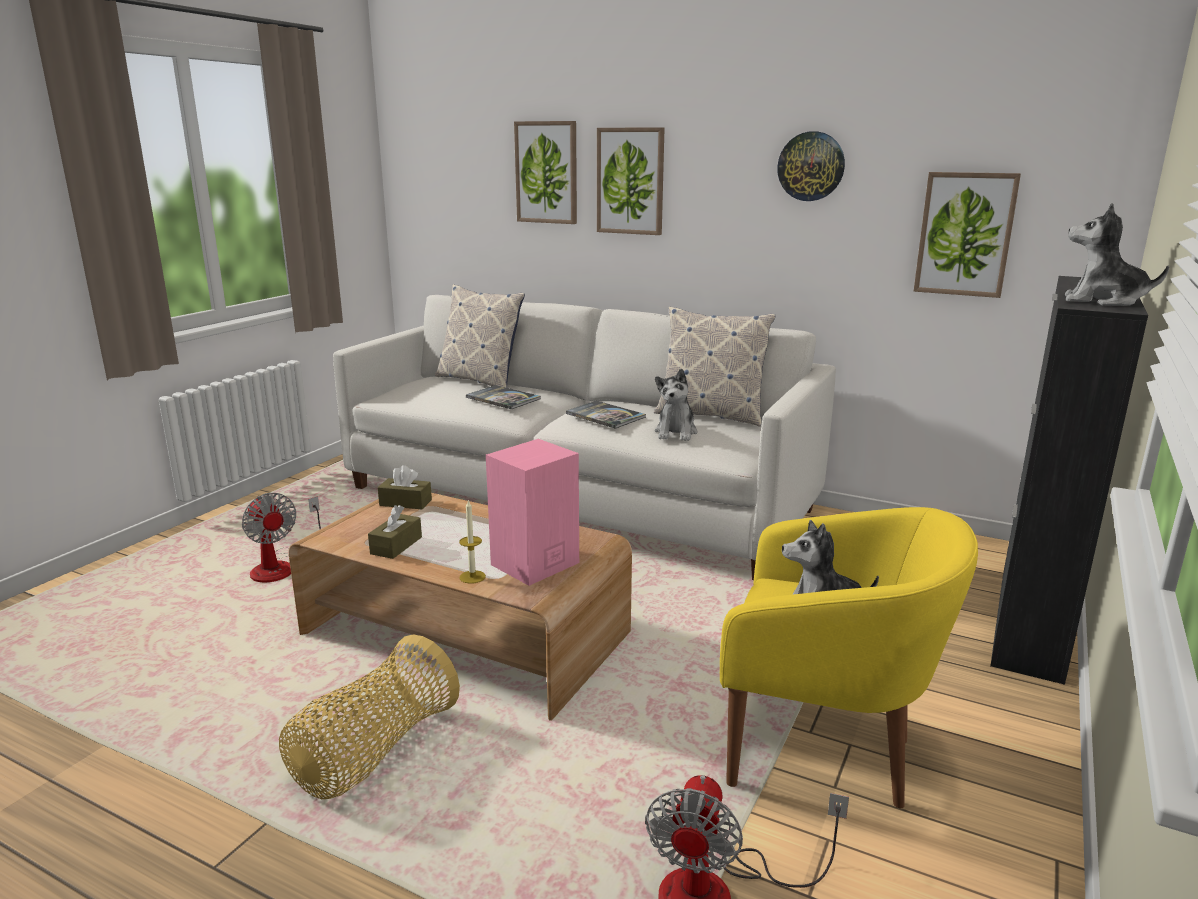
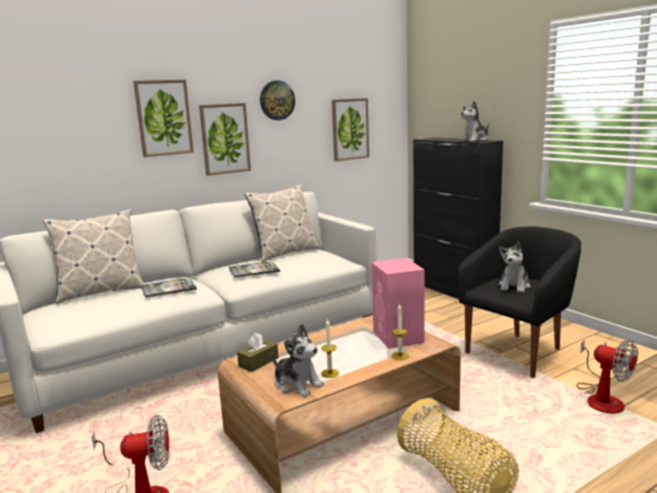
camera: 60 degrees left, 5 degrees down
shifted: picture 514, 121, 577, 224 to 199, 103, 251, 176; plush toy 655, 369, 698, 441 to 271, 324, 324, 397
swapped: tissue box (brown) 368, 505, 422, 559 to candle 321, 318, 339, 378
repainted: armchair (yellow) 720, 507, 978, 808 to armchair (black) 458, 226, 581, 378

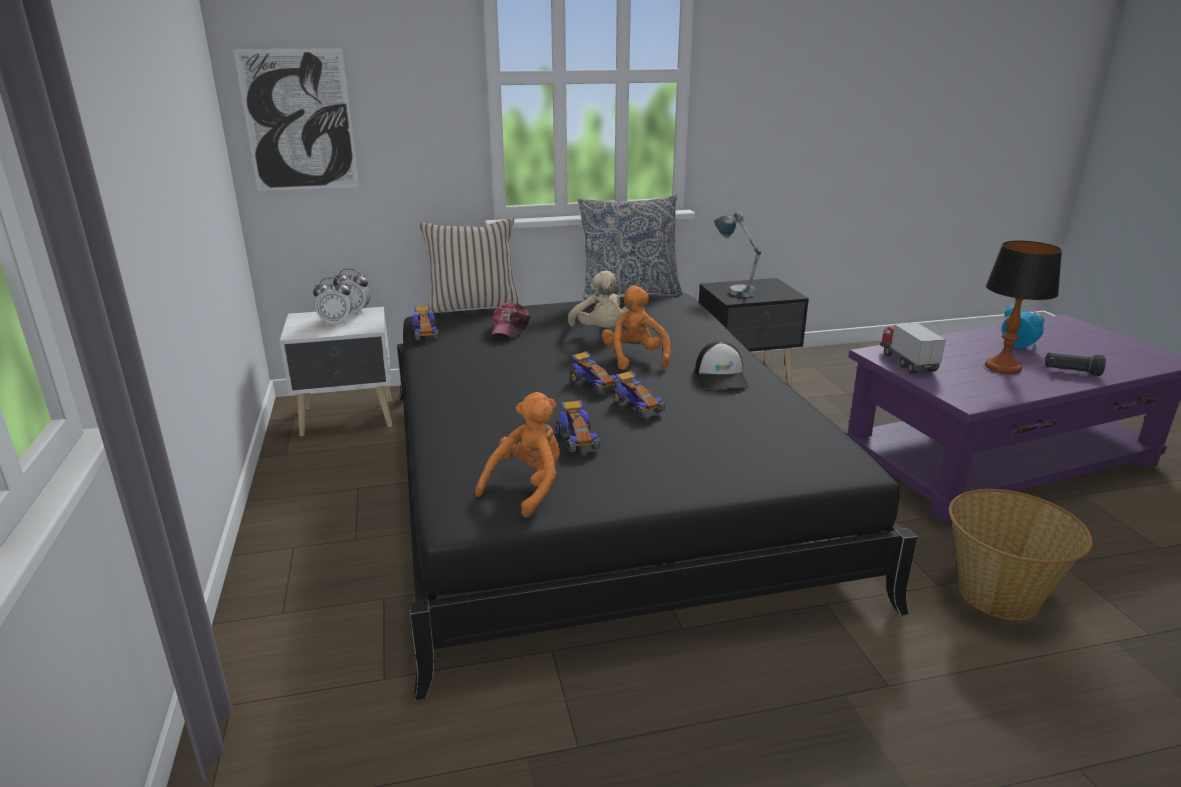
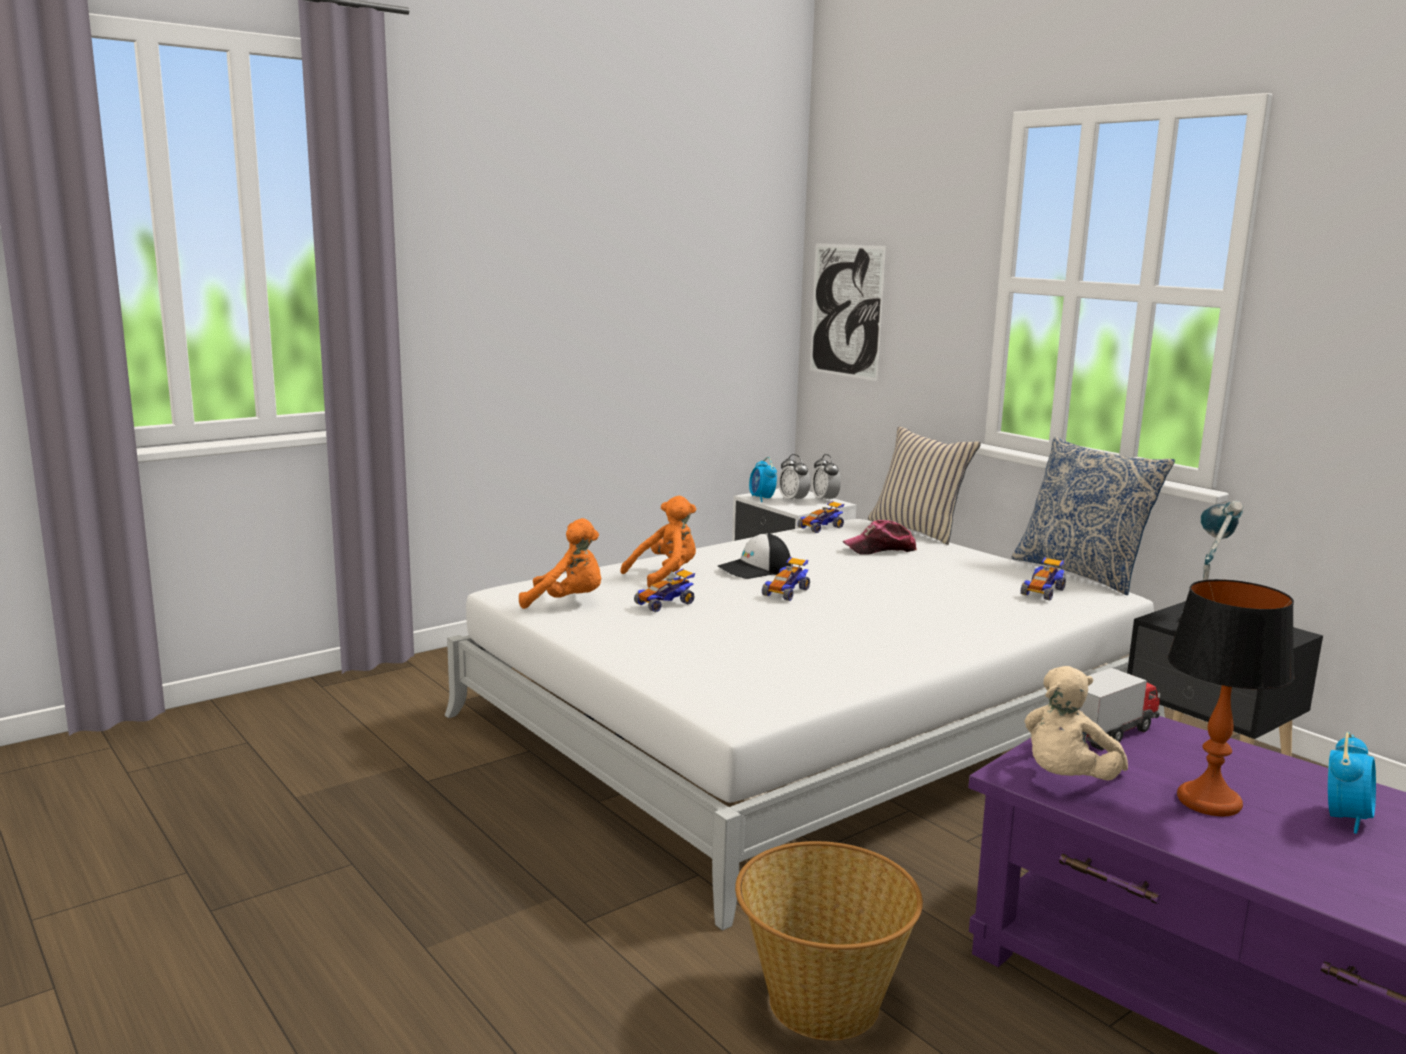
camera: 65 degrees right, 10 degrees down
gone: flashlight (black) 1045, 352, 1106, 376
new: alarm clock 749, 457, 777, 502
shifted: plush toy (beige) 568, 271, 629, 328 to 1024, 666, 1128, 781; plush toy (orange) 602, 286, 671, 370 to 620, 496, 696, 587; cap 695, 342, 748, 389 to 718, 533, 791, 579; toy car 613, 370, 665, 417 to 1021, 557, 1066, 600
repainted: bed (black) 397, 293, 918, 701 to bed (white) 445, 519, 1165, 930

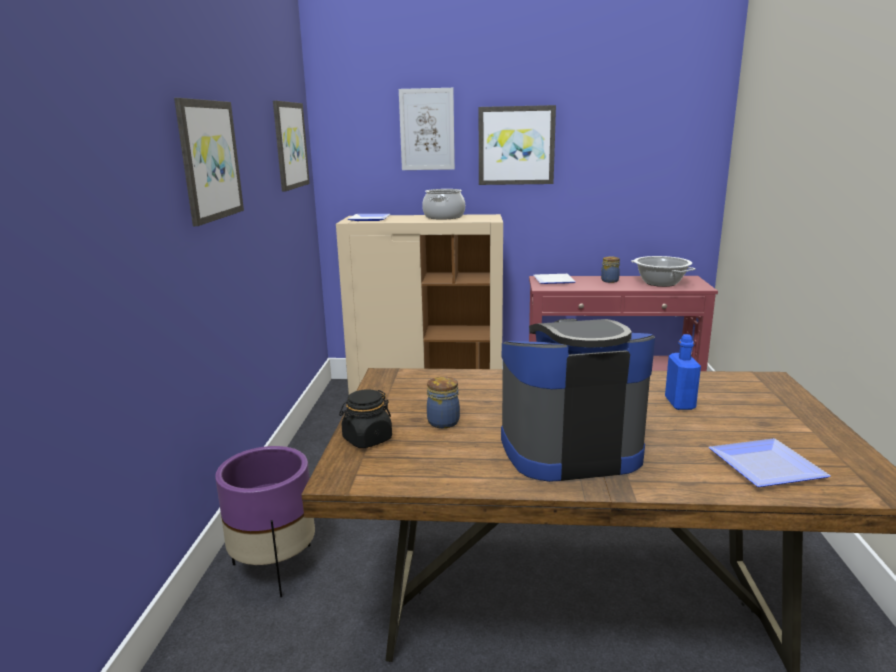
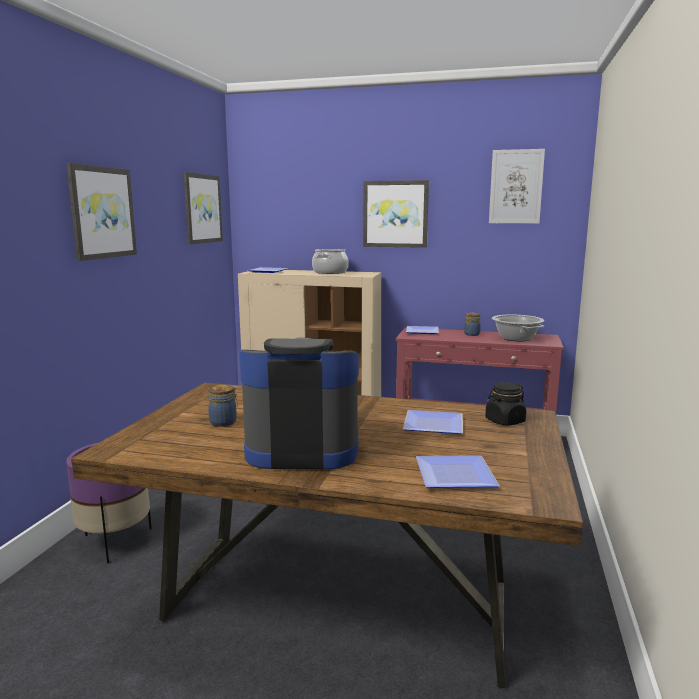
camera: 10 degrees right, 5 degrees down
shifted: picture 399, 88, 455, 170 to 489, 149, 545, 224; jar (black) 339, 389, 392, 448 to 485, 382, 526, 426
swapped: bottle (blue) 665, 334, 701, 410 to plate 403, 410, 463, 434

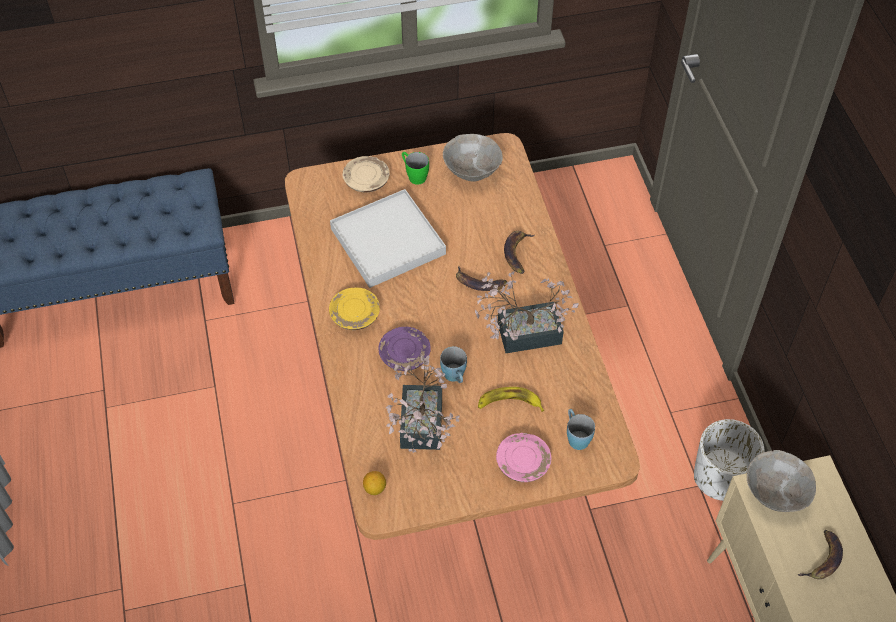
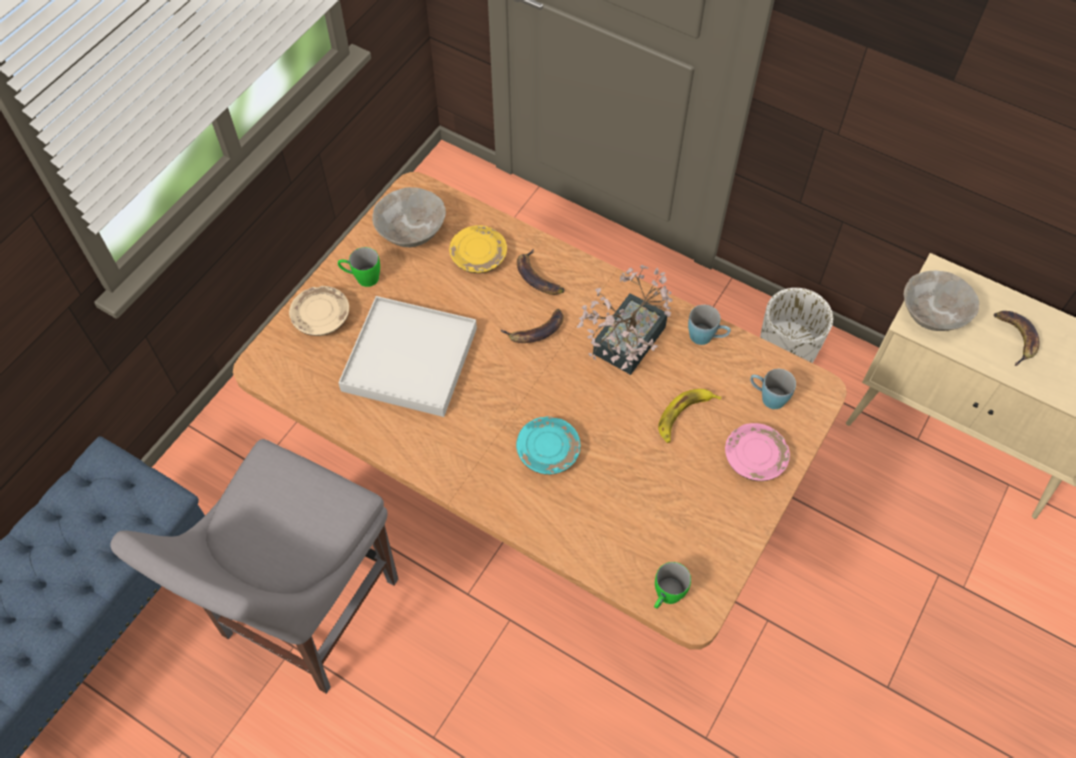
camera: 45 degrees left, 5 degrees up
gone: potted plant 386, 355, 460, 453
new: chair (grey) 110, 439, 398, 694
shifted: plate (yellow) 329, 287, 380, 330 to 449, 225, 507, 274; mug (blue) 440, 347, 467, 383 to 688, 305, 731, 345
swapped: lemon 363, 471, 386, 495 to mug (green) 654, 562, 691, 609
repainted: plate (purple) 378, 327, 431, 371 to plate (turquoise) 516, 416, 581, 475

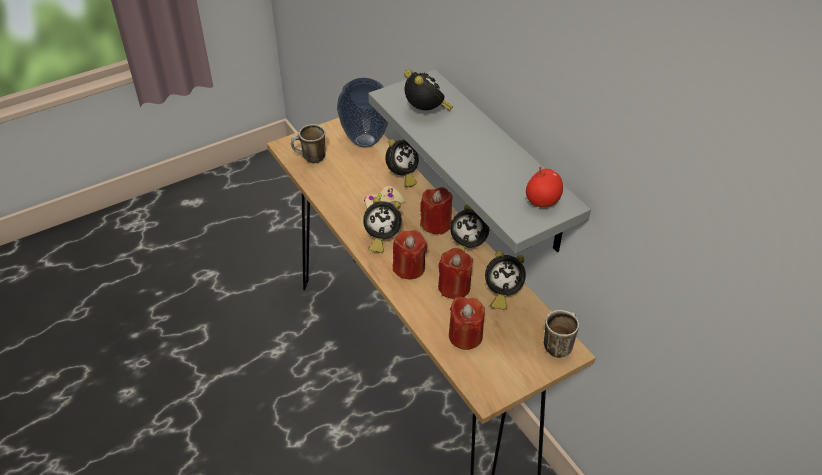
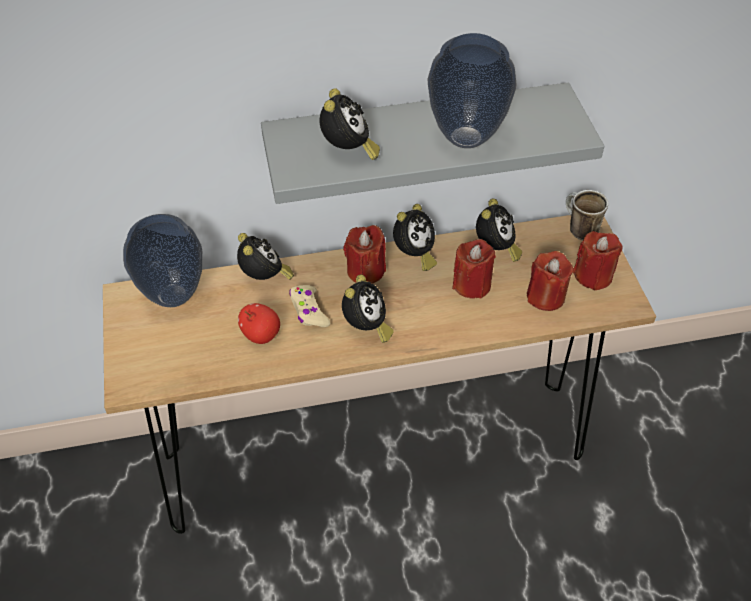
camera: 70 degrees left, 5 degrees up
gone: mug 291, 124, 326, 163
new: vase 428, 33, 517, 148
shifted: apple 526, 167, 563, 207 to 238, 303, 280, 344; candle (red) 393, 230, 428, 279 to 573, 231, 623, 291
rotated: alarm clock 404, 70, 453, 111 = 320, 88, 380, 160 105 degrees clockwise

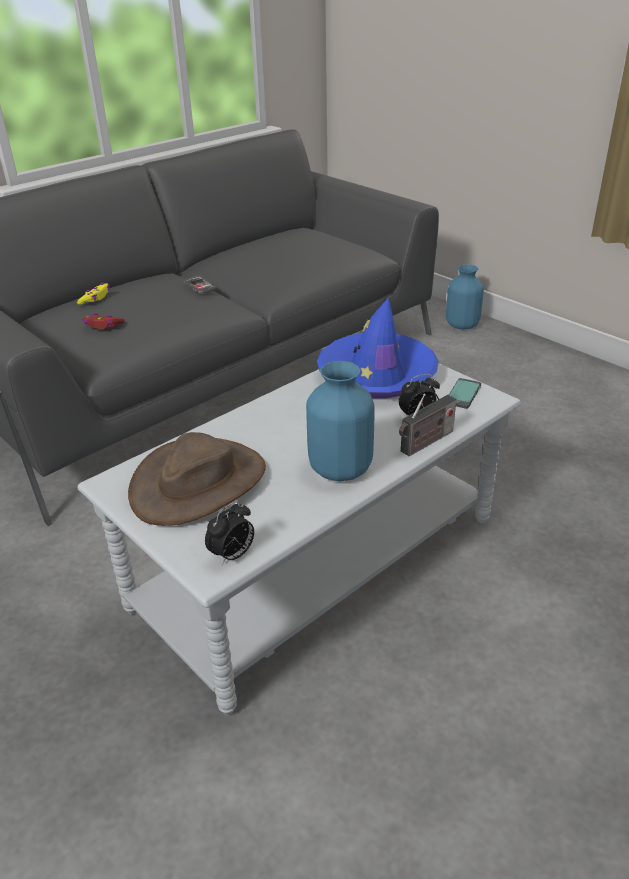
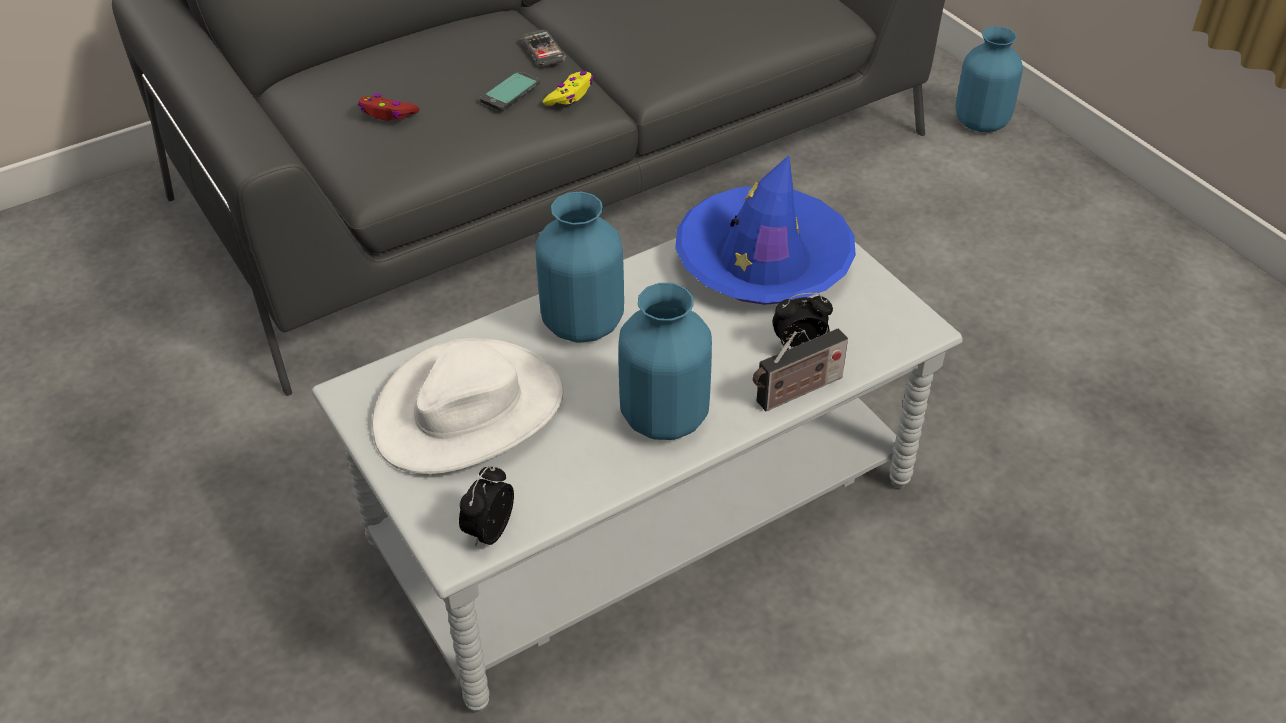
camera: 10 degrees right, 10 degrees up
new: vase (blue) 535, 192, 624, 343
shifted: game controller (yellow) 77, 282, 110, 305 to 543, 71, 593, 106; phone 449, 378, 481, 409 to 480, 71, 540, 111
repainted: hat (brown) 128, 432, 266, 526 to hat (white) 372, 338, 563, 474
rotated: alarm clock 205, 501, 254, 565 = 459, 466, 514, 547 150 degrees clockwise

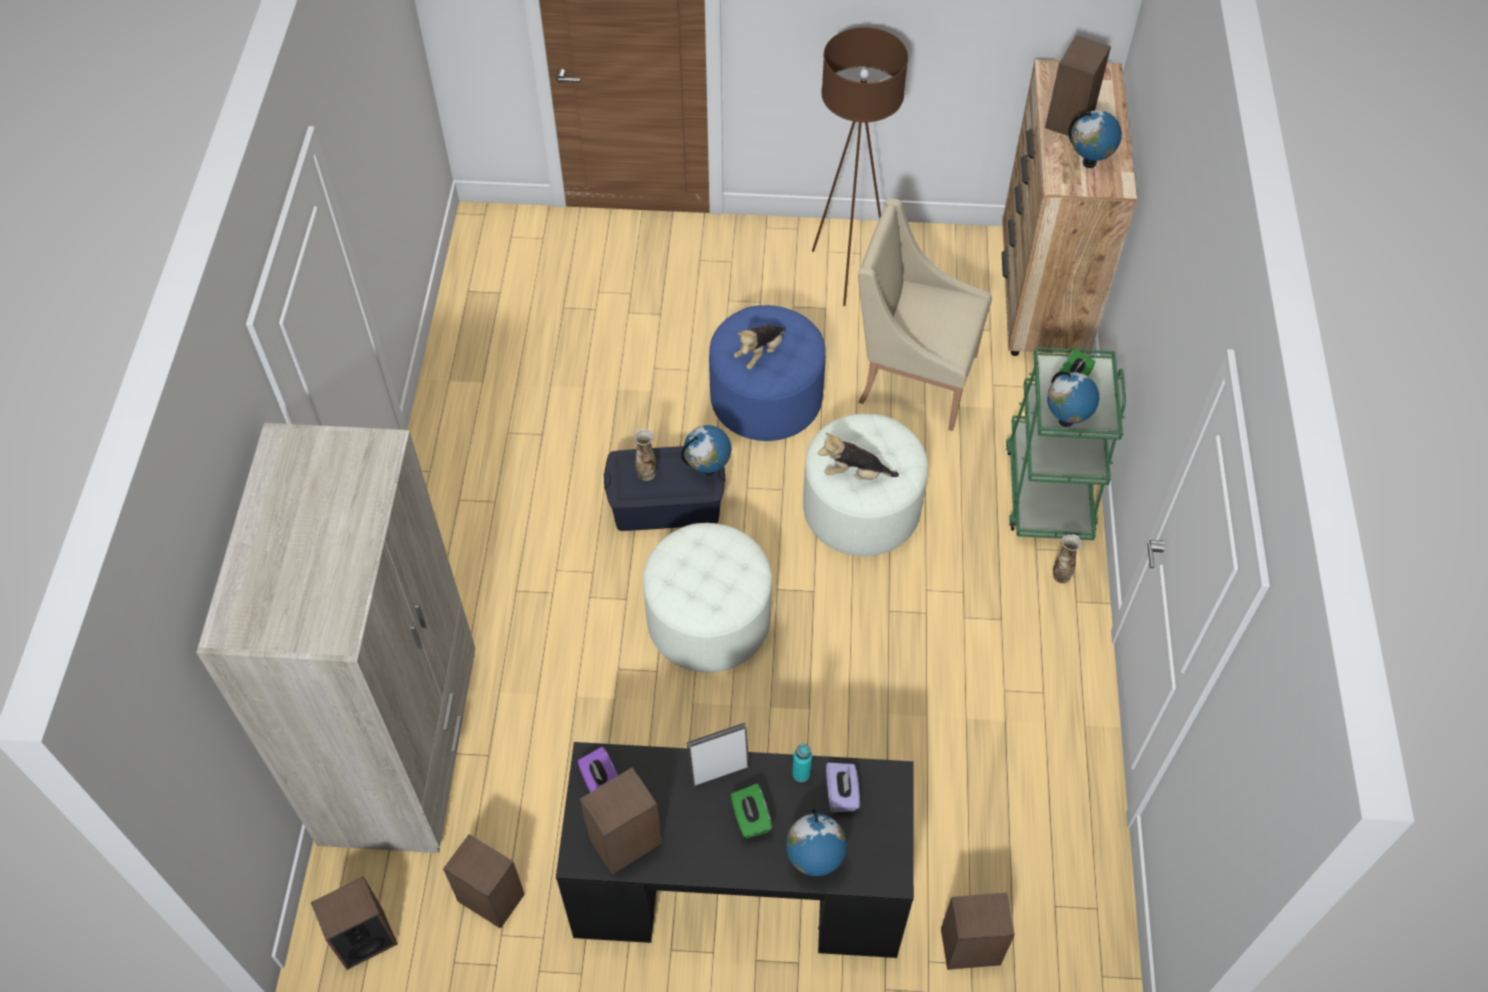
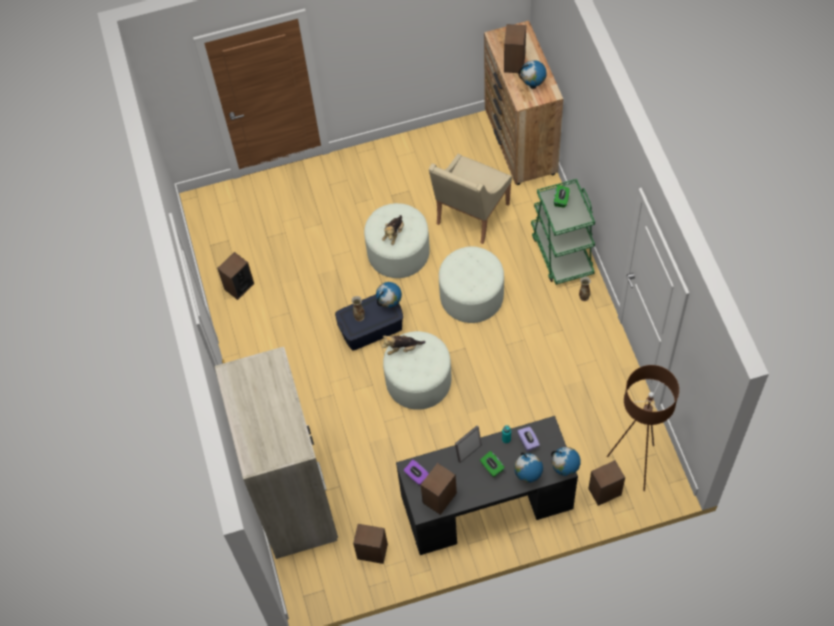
camera: 15 degrees left, 5 degrees up
shifted: floor lamp (brown) 812, 27, 908, 306 to 607, 365, 679, 491; globe 1047, 372, 1099, 427 to 551, 447, 581, 476; plush toy 818, 433, 899, 480 to 382, 335, 425, 355; speaker 311, 876, 397, 970 to 217, 252, 254, 300
repainted: ottoman (blue) 709, 305, 826, 441 to ottoman (white) 364, 203, 430, 278
rotated: armchair (beige) 858, 199, 992, 431 = 429, 154, 512, 244 60 degrees counterclockwise

